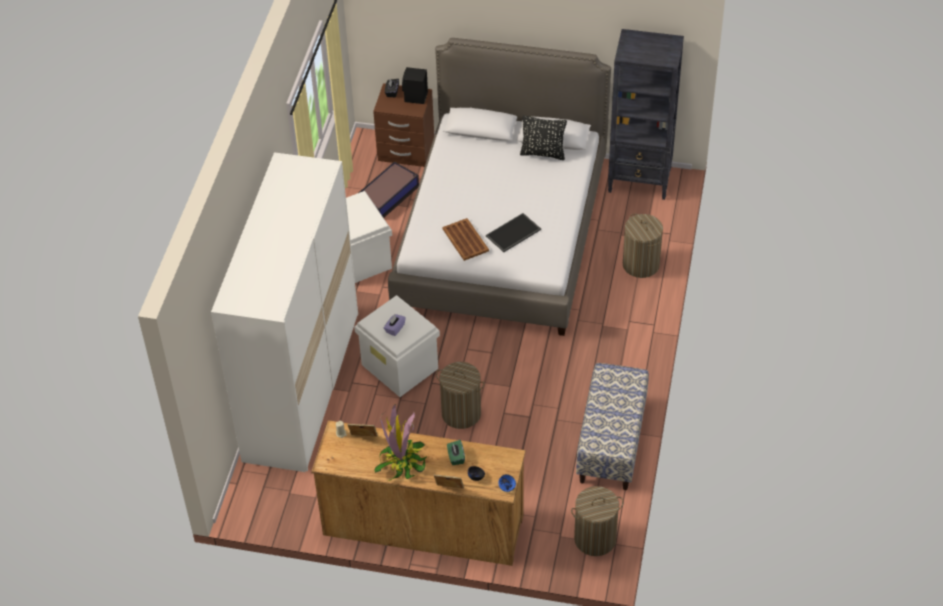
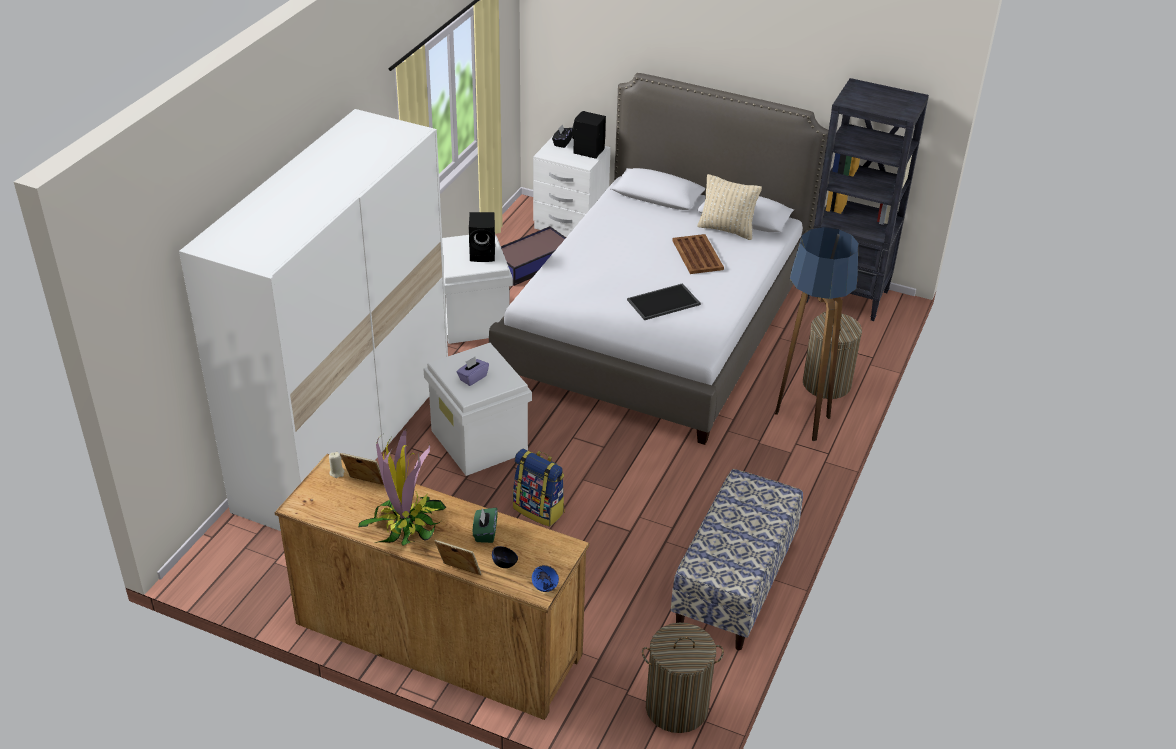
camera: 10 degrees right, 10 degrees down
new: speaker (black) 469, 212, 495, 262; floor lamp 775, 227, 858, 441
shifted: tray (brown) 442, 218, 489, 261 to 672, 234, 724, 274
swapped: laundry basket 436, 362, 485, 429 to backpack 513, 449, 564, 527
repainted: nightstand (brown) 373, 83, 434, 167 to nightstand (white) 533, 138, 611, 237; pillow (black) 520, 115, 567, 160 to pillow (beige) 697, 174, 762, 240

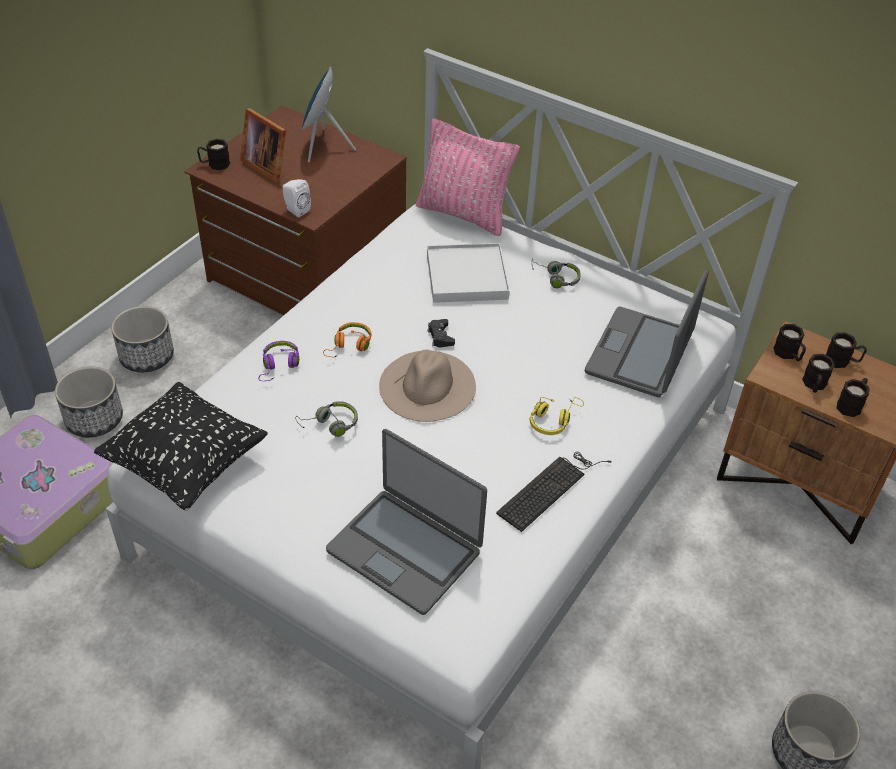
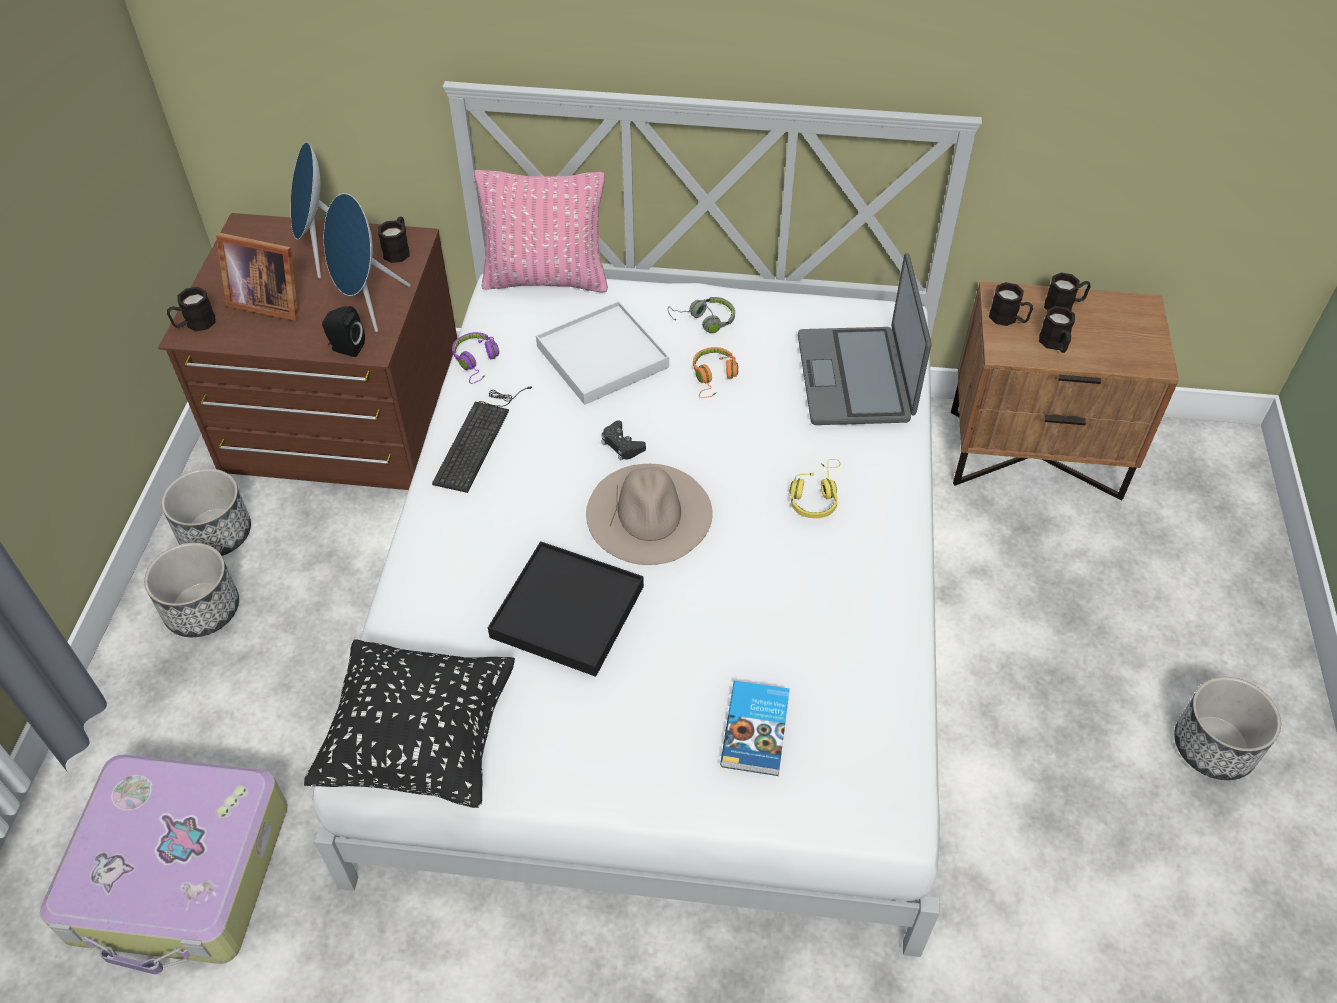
camera: 25 degrees left, 5 degrees up
new: speaker (blue) 324, 193, 411, 332
shifted: headphones (orange) 323, 322, 372, 358 to 693, 347, 738, 398; headphones (purple) 259, 341, 299, 381 to 452, 332, 499, 384; planter 55, 367, 123, 437 to 161, 468, 251, 556; mug (black) 837, 378, 870, 417 to 378, 216, 410, 263; keyboard 496, 452, 612, 532 to 432, 386, 532, 493
swapped: headphones (grey) 295, 401, 358, 437 to tray (black) 488, 541, 644, 677; laptop 326, 429, 487, 615 to book 720, 681, 790, 776
repainted: speaker (white) 283, 179, 311, 217 to speaker (black) 322, 306, 365, 357

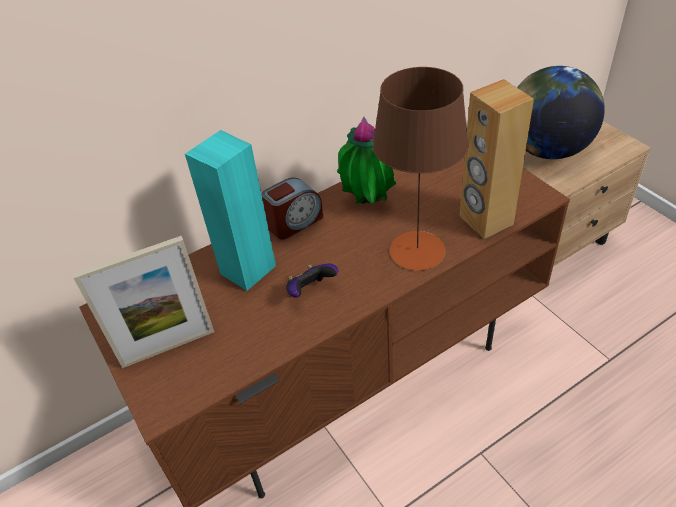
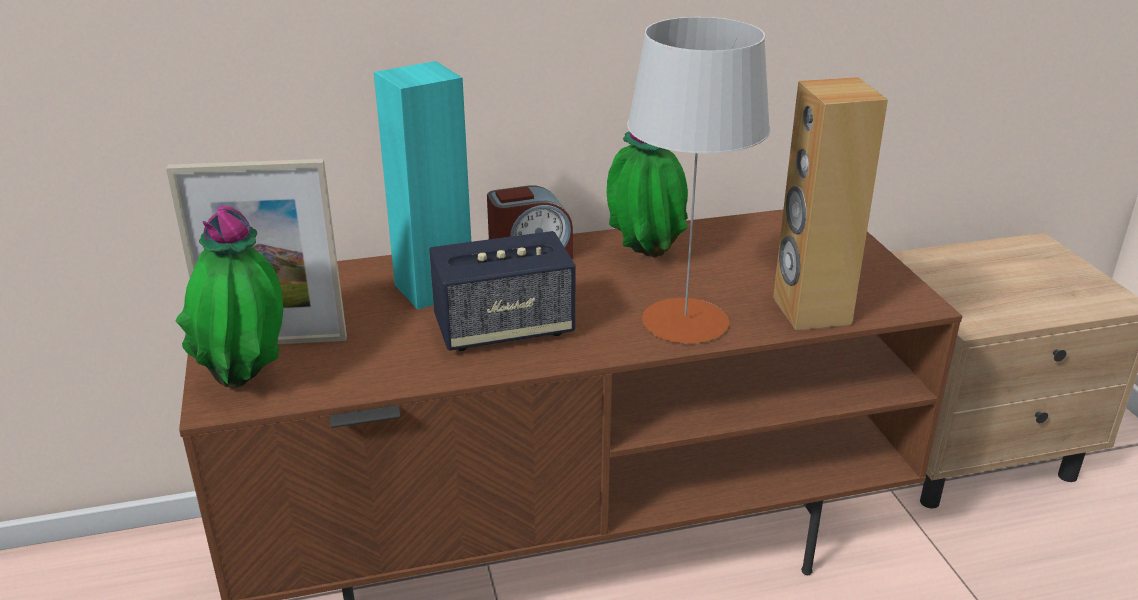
camera: 15 degrees right, 15 degrees down
gone: globe 517, 66, 605, 159
new: potted plant 176, 206, 283, 388
swapped: game controller 286, 264, 338, 298 to speaker 429, 231, 575, 351
repainted: table lamp (brown) 373, 67, 469, 271 to table lamp (grey) 627, 17, 770, 344

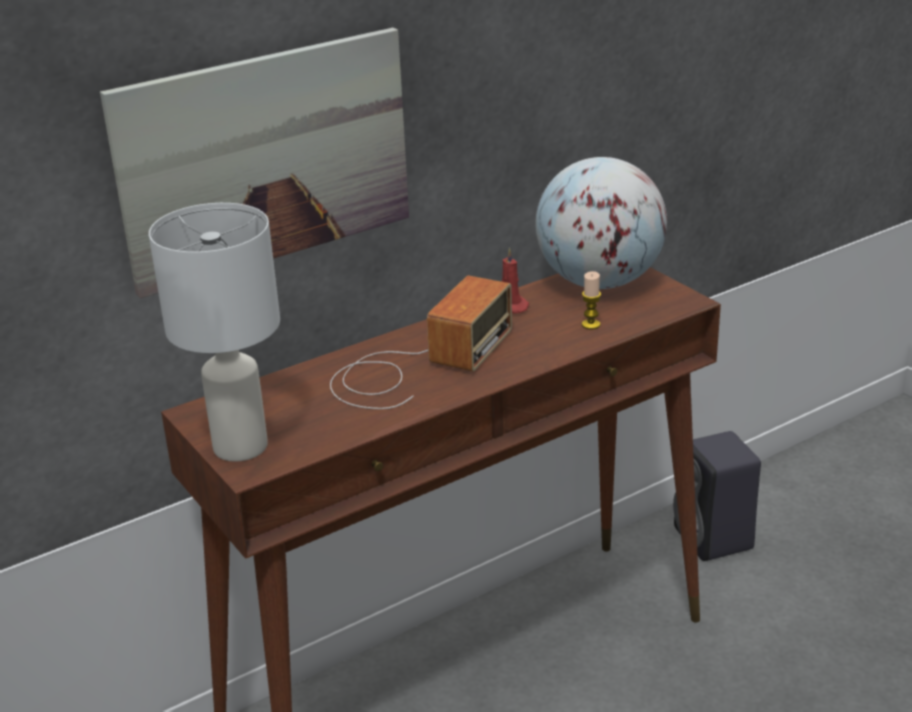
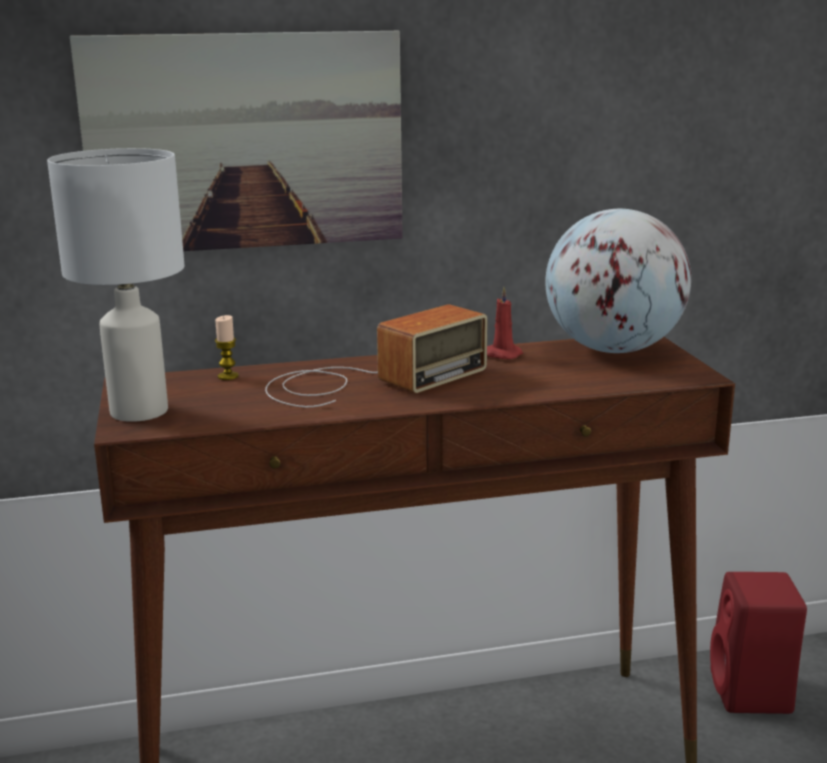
camera: 20 degrees right, 10 degrees down
shifted: candle 582, 271, 601, 329 to 215, 315, 239, 380
repainted: speaker (black) 673, 431, 761, 561 to speaker (red) 710, 572, 807, 714

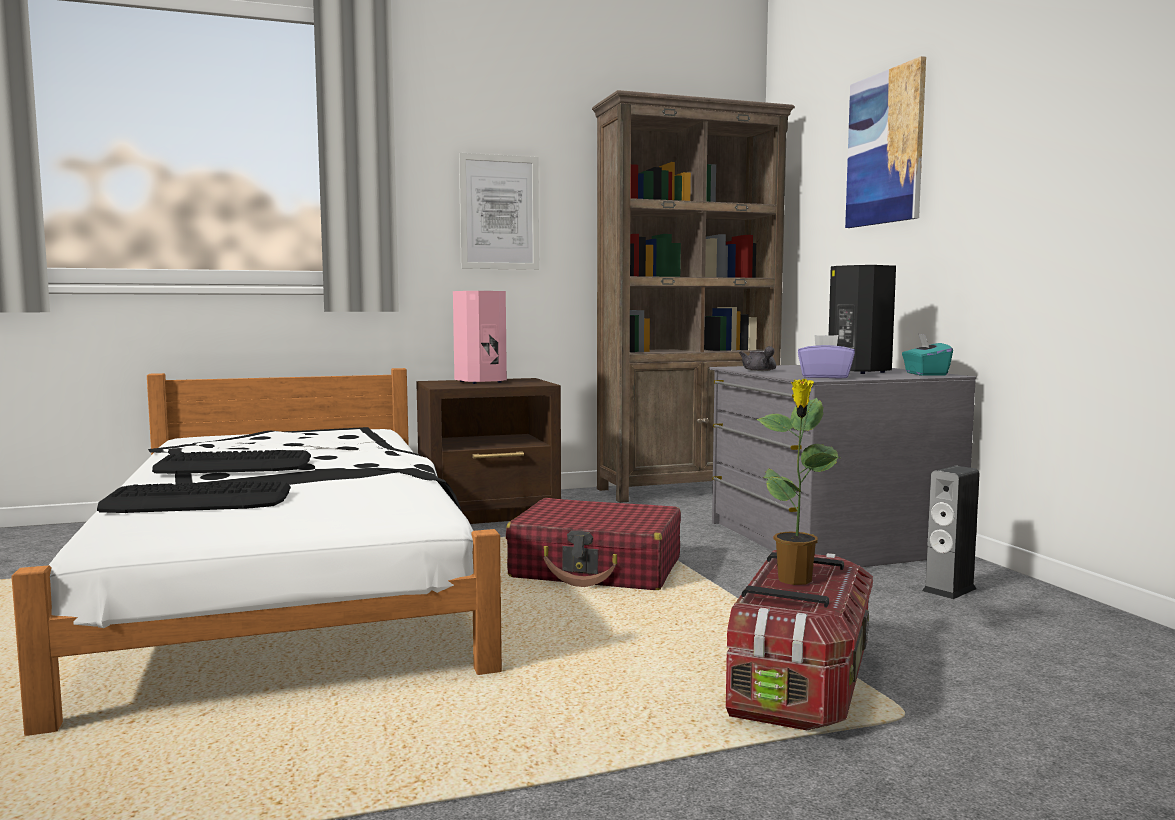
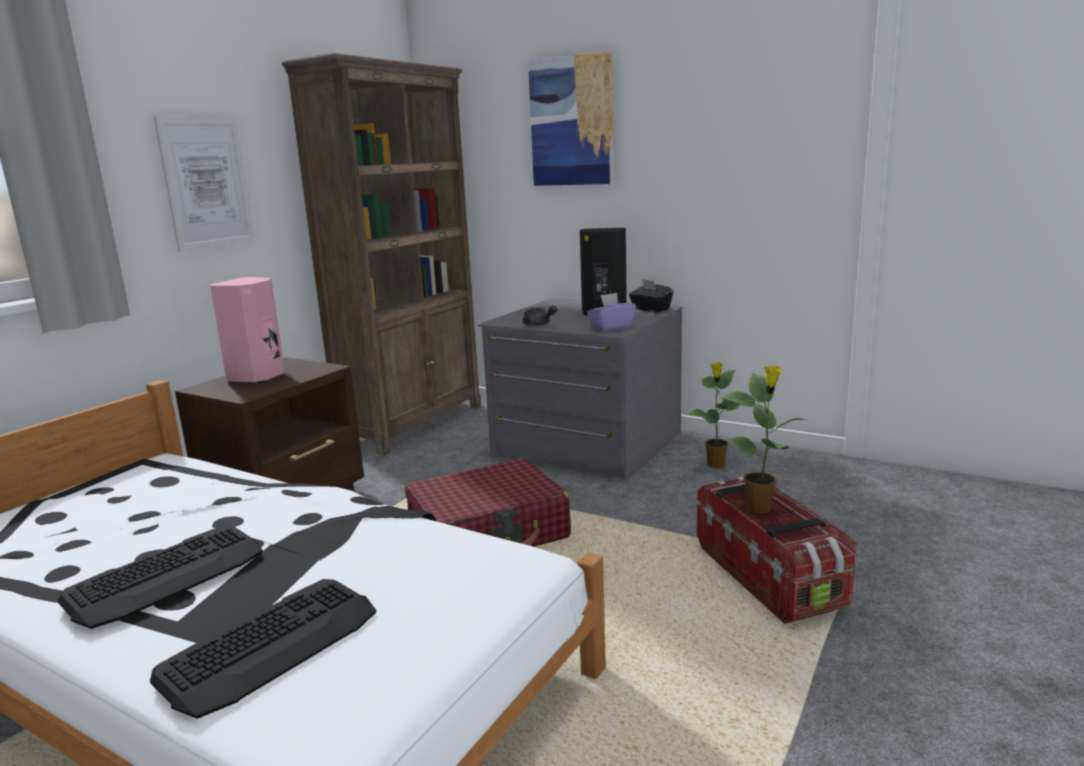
camera: 40 degrees left, 10 degrees up
swapped: speaker 922, 466, 980, 599 to potted plant 688, 362, 741, 468
repainted: tissue box (turquoise) 902, 334, 953, 376 to tissue box (black) 629, 279, 673, 312

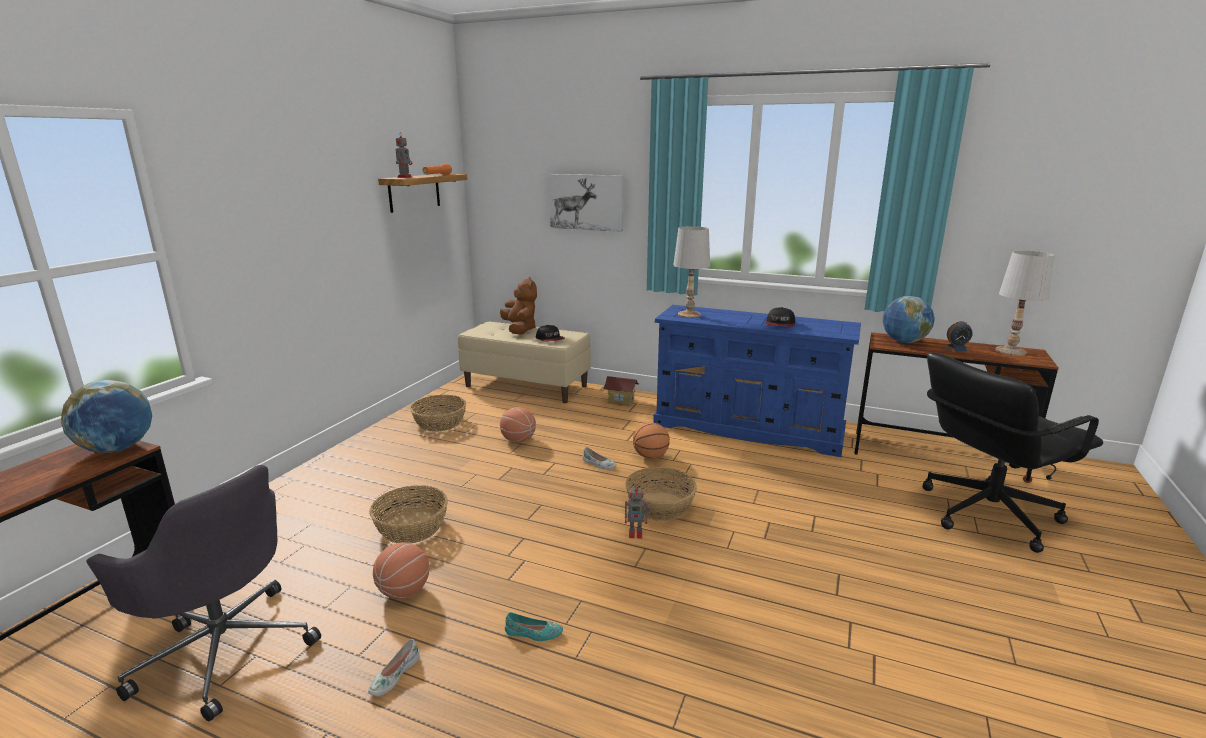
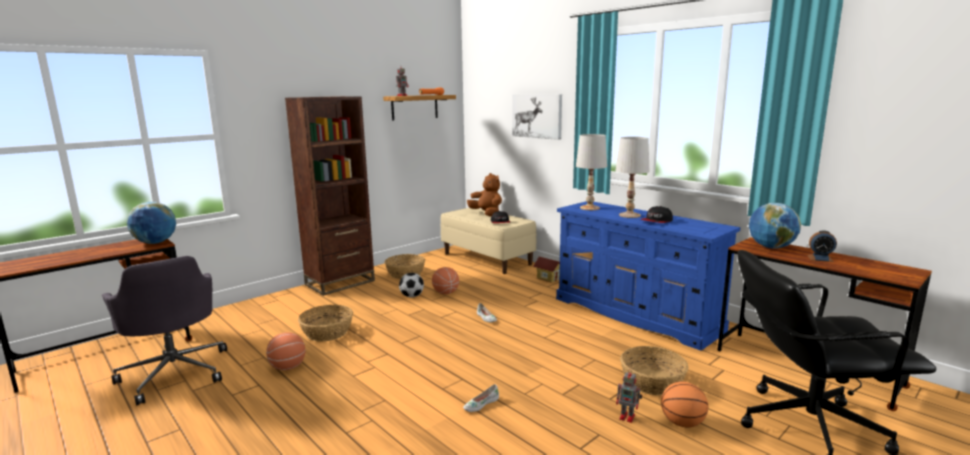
camera: 25 degrees right, 5 degrees down
gone: shoe (turquoise) 505, 612, 563, 641
new: bookcase (brown) 285, 96, 375, 296; football 399, 273, 424, 298
shifted: table lamp (white) 995, 250, 1054, 356 to 615, 137, 649, 218; basketball 633, 423, 670, 459 to 661, 382, 708, 428; basket 625, 467, 697, 521 to 620, 346, 689, 395; toy robot 625, 484, 649, 538 to 616, 369, 642, 423; shoe (white) 368, 639, 420, 696 to 463, 384, 499, 412
rotated: plush toy (brown) 500, 277, 537, 335 = 467, 173, 502, 216 45 degrees counterclockwise

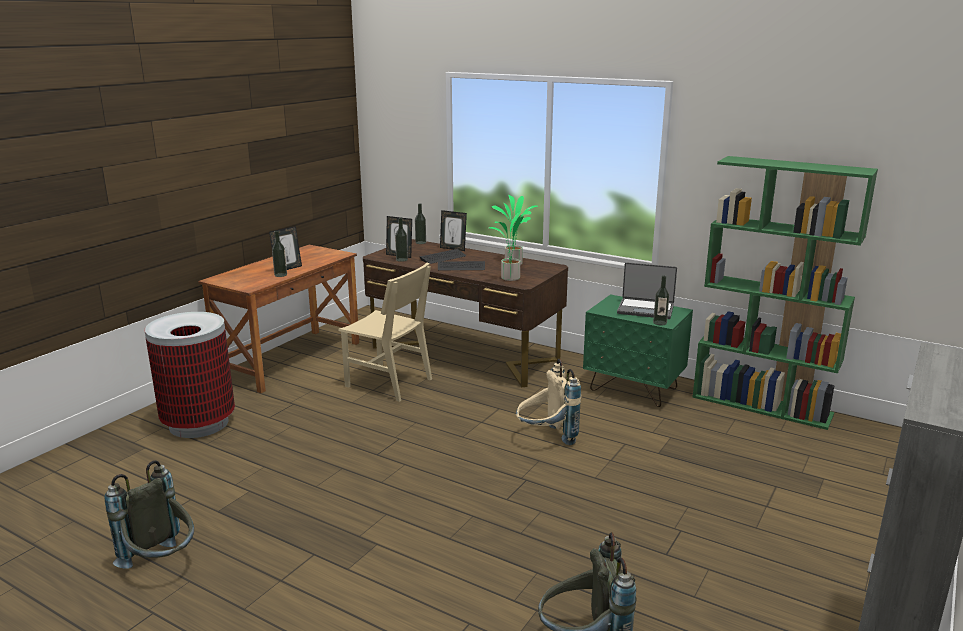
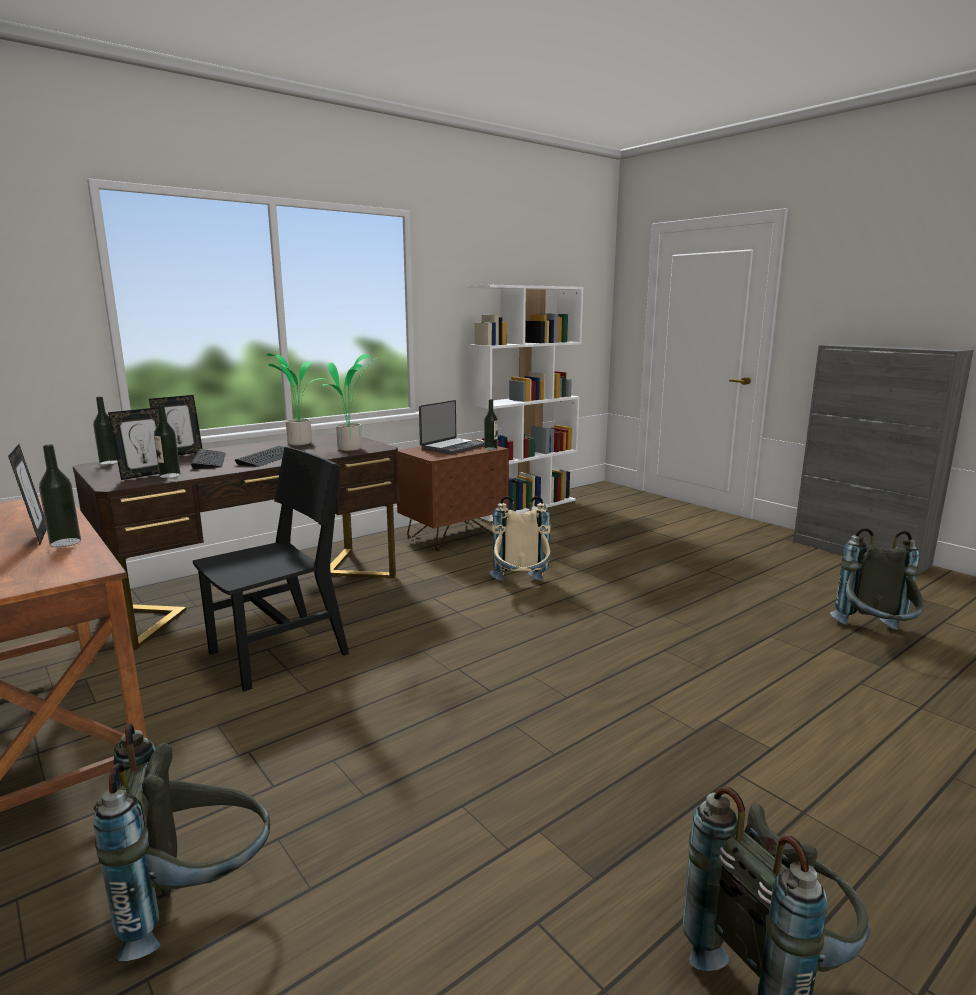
camera: 70 degrees left, 5 degrees down
swapped: trash can 145, 312, 235, 438 to backpack (grey) 94, 723, 271, 961
repainted: bookcase (green) 692, 156, 878, 430 to bookcase (white) 468, 285, 584, 522; chair (beige) 338, 263, 432, 402 to chair (black) 193, 447, 349, 692; nightstand (green) 583, 294, 693, 407 to nightstand (brown) 397, 439, 509, 550

